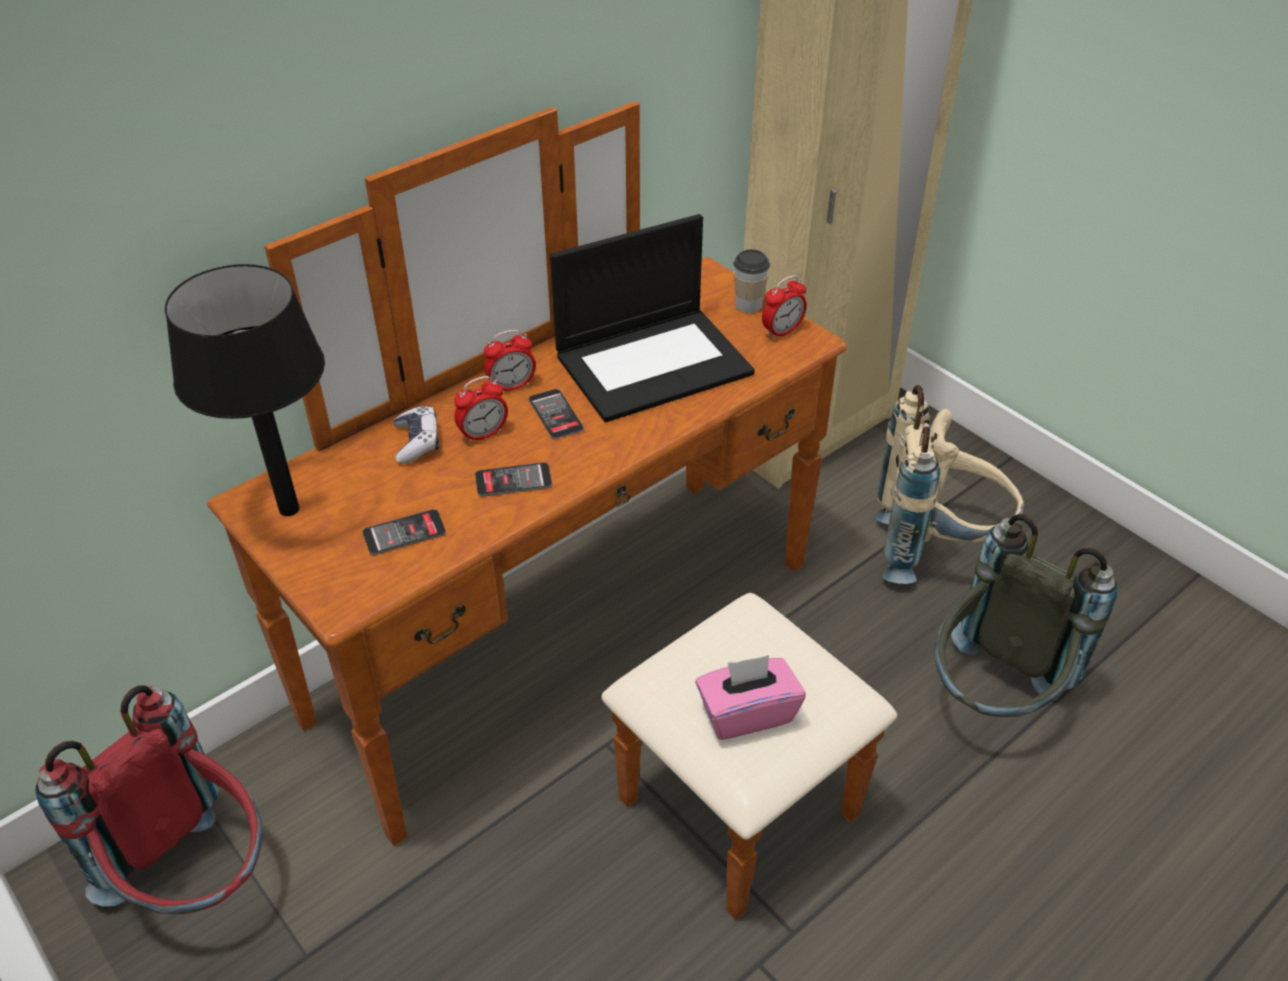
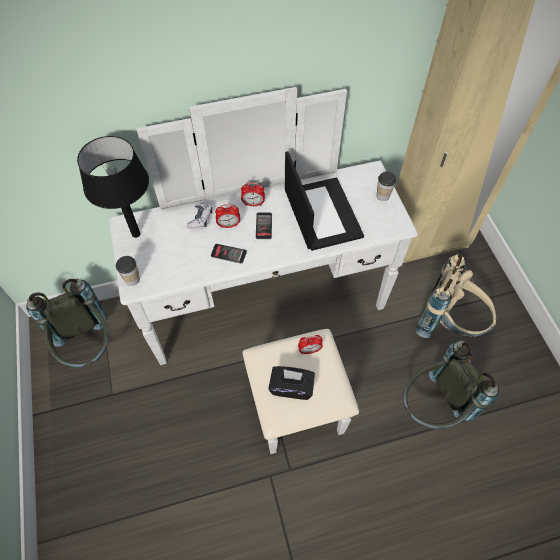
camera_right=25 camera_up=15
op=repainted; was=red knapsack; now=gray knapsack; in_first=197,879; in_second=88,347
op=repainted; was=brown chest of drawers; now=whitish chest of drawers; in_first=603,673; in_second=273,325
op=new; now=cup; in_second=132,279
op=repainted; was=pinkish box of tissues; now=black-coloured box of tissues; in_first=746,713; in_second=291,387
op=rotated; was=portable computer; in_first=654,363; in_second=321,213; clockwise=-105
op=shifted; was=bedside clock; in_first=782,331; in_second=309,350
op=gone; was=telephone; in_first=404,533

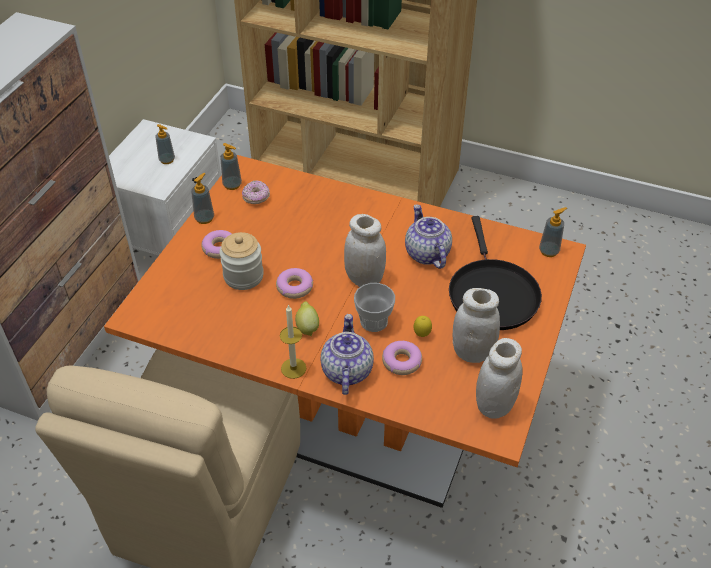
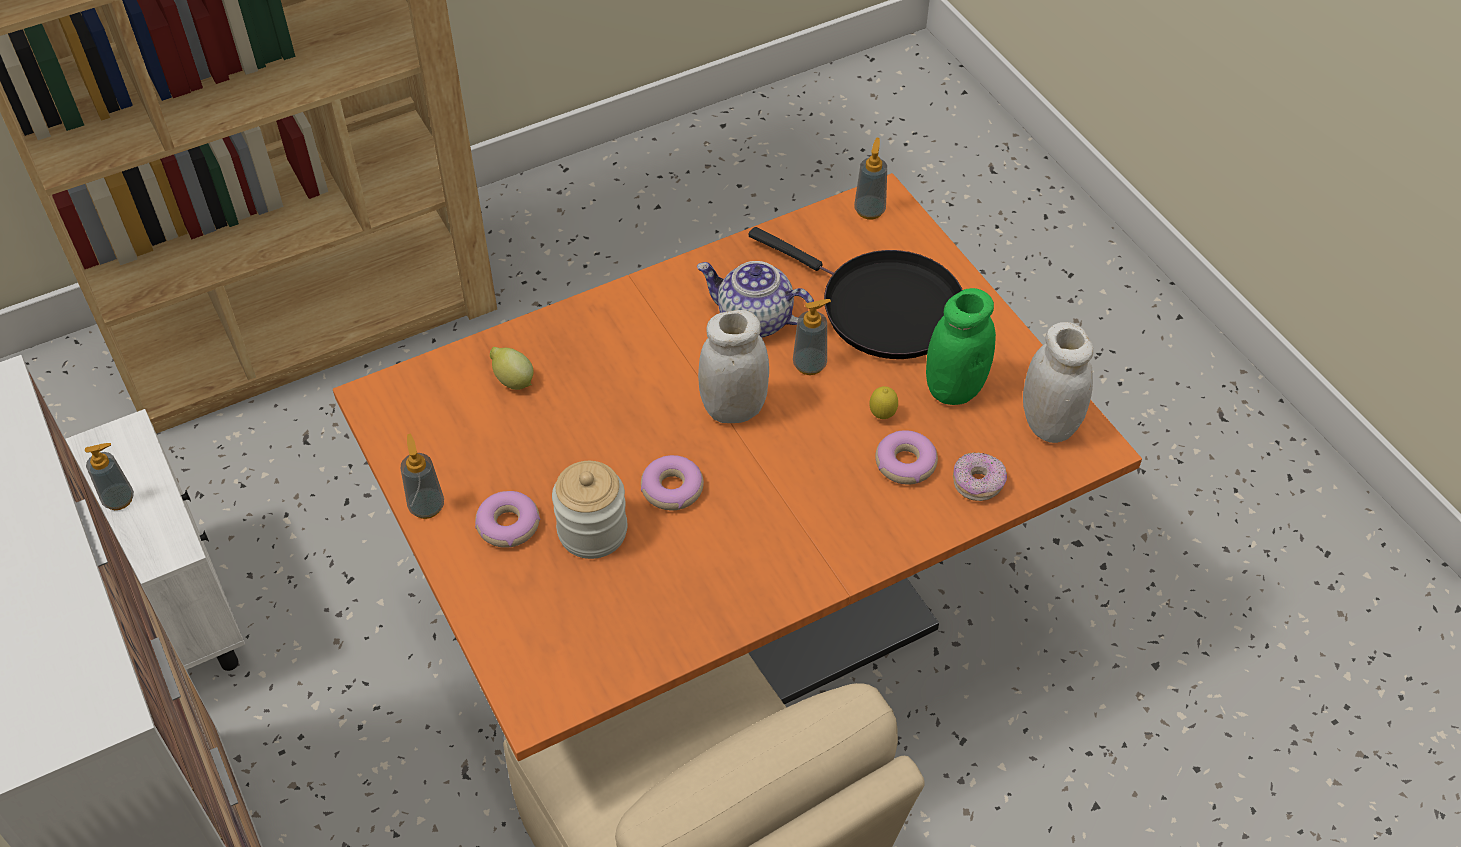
camera_right=-50 camera_up=5
op=shifted; was=whole lemon; in_first=307,327; in_second=512,381
op=shifted; was=liquid soap bottle; in_first=232,185; in_second=809,364
op=repainted; was=whitish jar; now=green-coloured jar; in_first=472,352; in_second=954,388
op=shifted; was=doughnut; in_first=256,198; in_second=977,483
op=gone; was=candle; in_first=293,368
op=gone; was=teapot; in_first=346,370
op=gone; was=cup; in_first=374,321

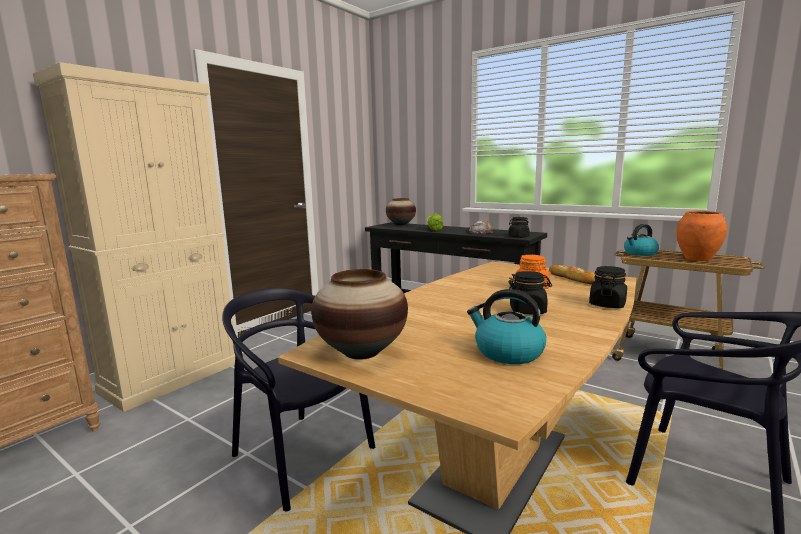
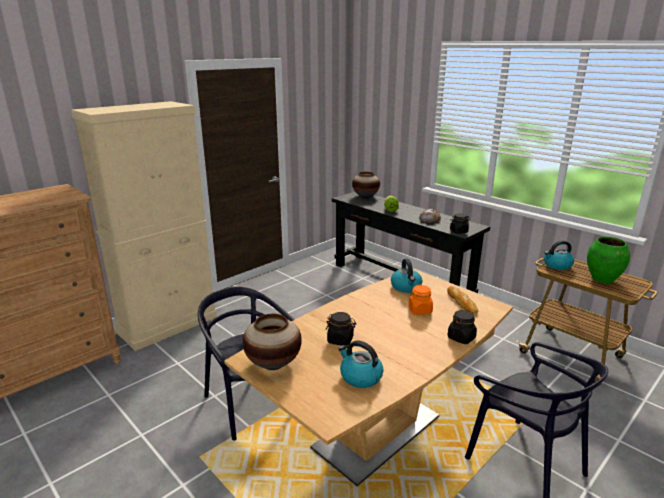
camera_right=10 camera_up=10
op=shifted; was=black-coloured jar; in_first=528,311; in_second=340,340
op=new; now=water kettle; in_second=406,287
op=repainted; was=orangey flower vase; now=green-coloured flower vase; in_first=697,259; in_second=603,280

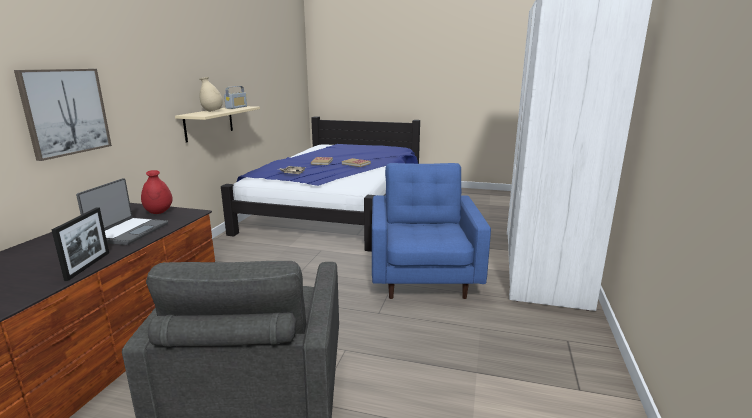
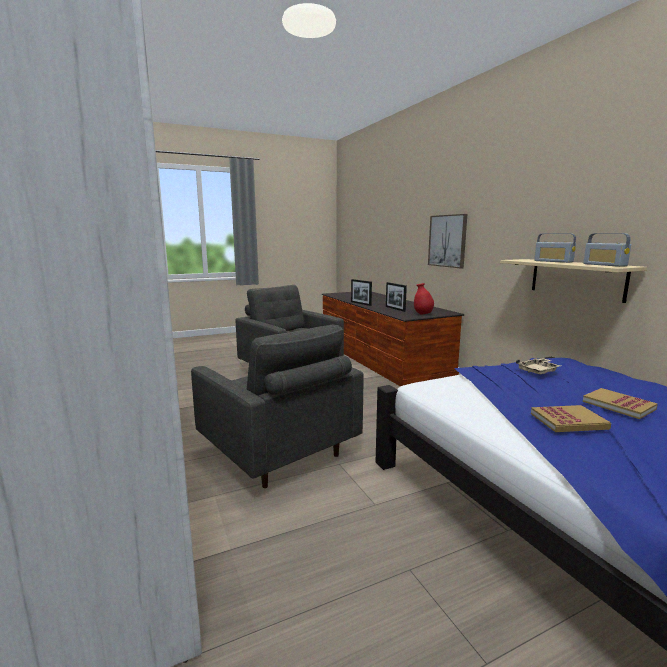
camera_right=140 camera_up=-5
op=repainted; was=bluish armchair; now=gray armchair; in_first=424,277; in_second=278,453
op=swapped; was=portable computer; now=photo frame; in_first=128,232; in_second=395,309
op=swapped; was=beige-coloured flower vase; now=radio; in_first=212,111; in_second=553,261

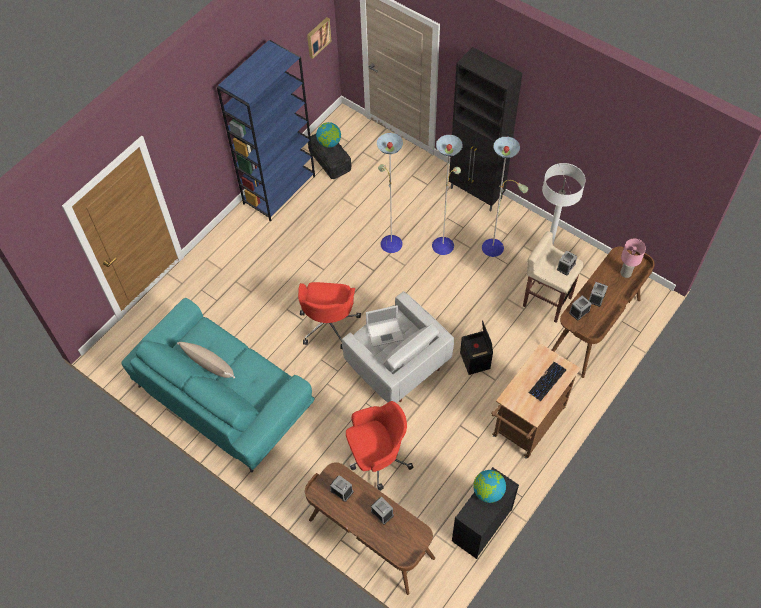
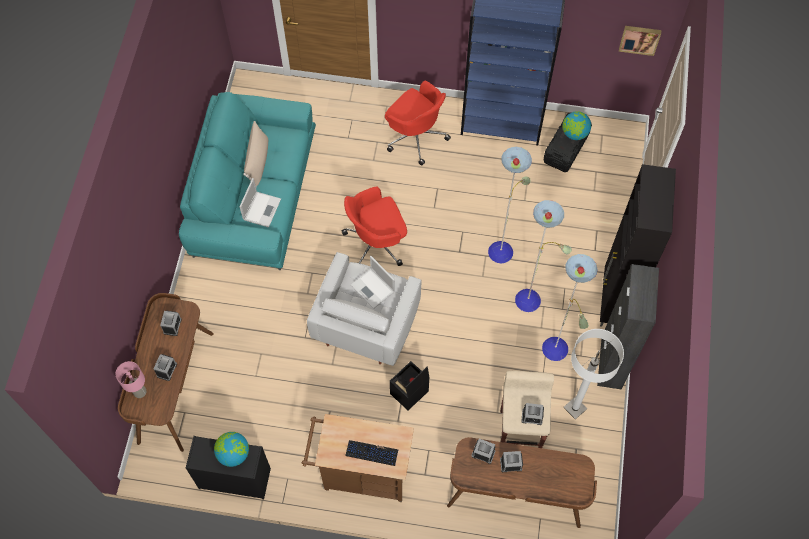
camera_right=60 camera_up=5
op=shifted; was=pinkish table lamp; in_first=626,273; in_second=140,392
op=new; now=portable computer; in_second=262,208
op=shifted; was=red office chair; in_first=377,457; in_second=415,136
op=new; now=black-coloured cupboard; in_second=611,363

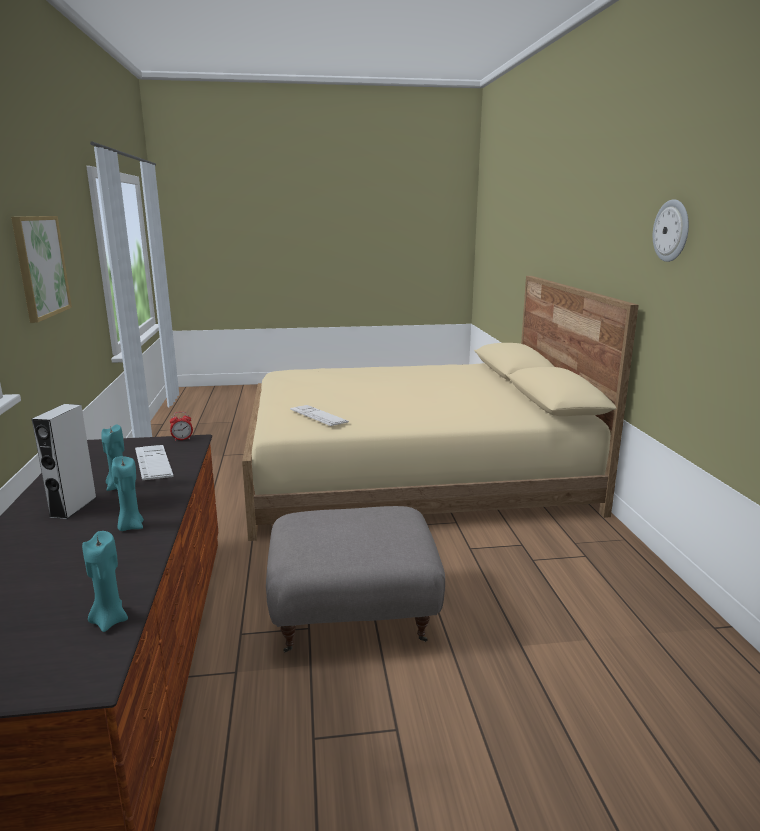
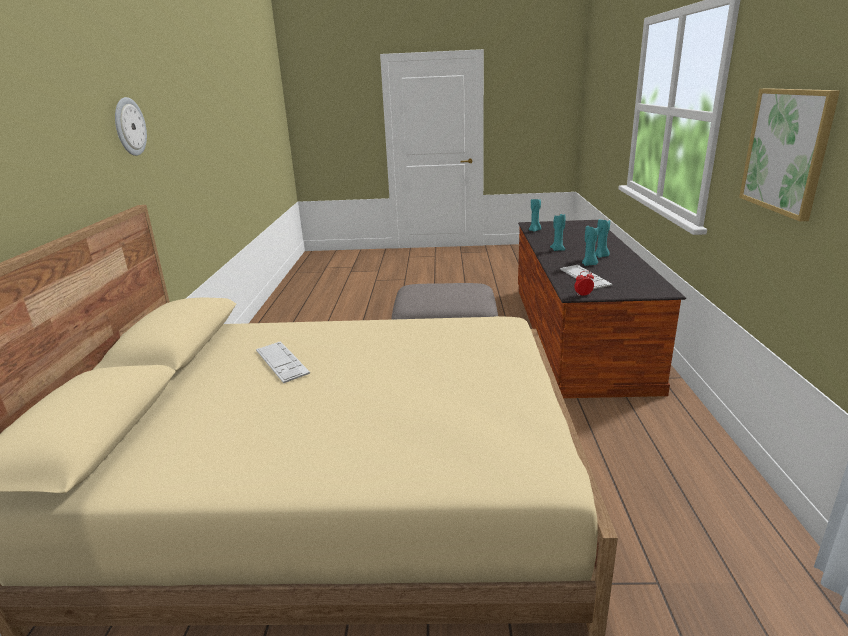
camera_right=-170 camera_up=5
op=shifted; was=computer keyboard; in_first=318,416; in_second=282,362
op=swapped; was=gray speaker; now=turquoise candle; in_first=73,507; in_second=601,256

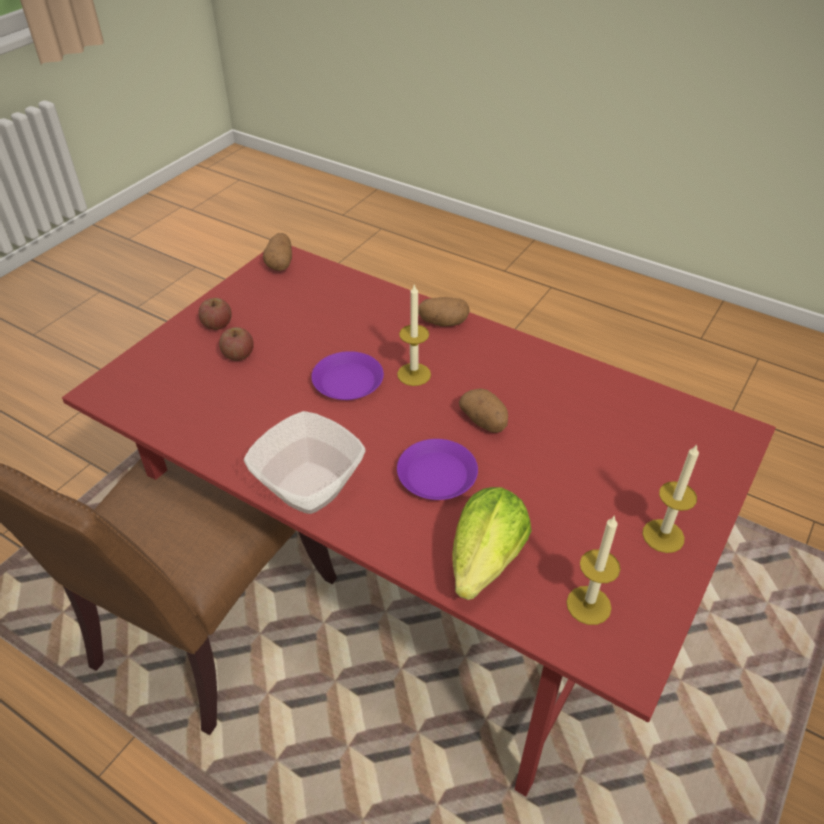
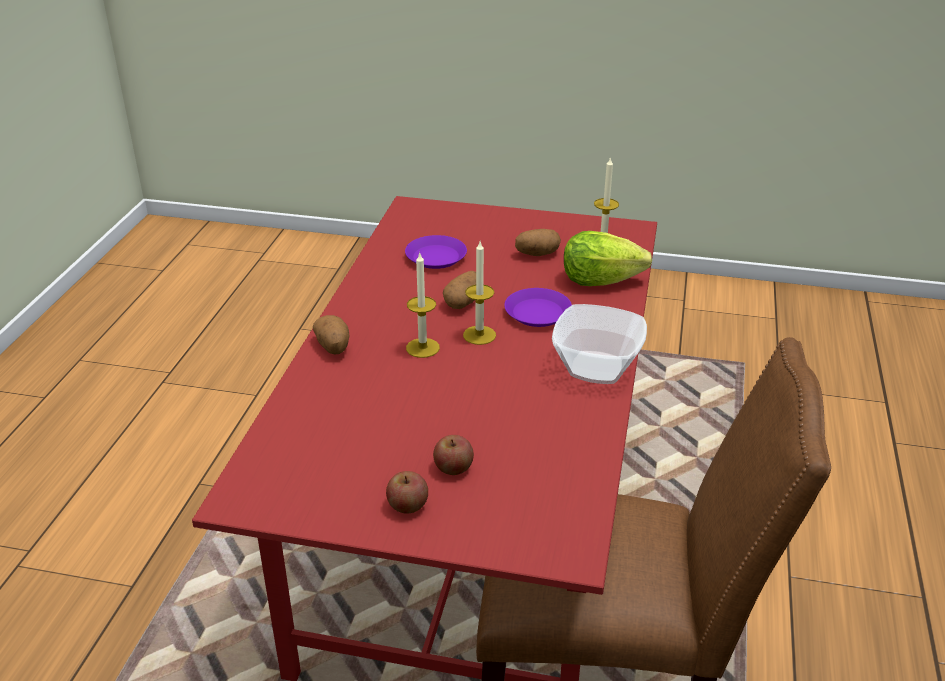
camera_right=-110 camera_up=-10
op=shifted; was=purple-coloured flat dish; in_first=347,381; in_second=436,257
op=shifted; was=candle; in_first=663,536; in_second=479,335
op=shifted; was=whole potato; in_first=280,263; in_second=537,254

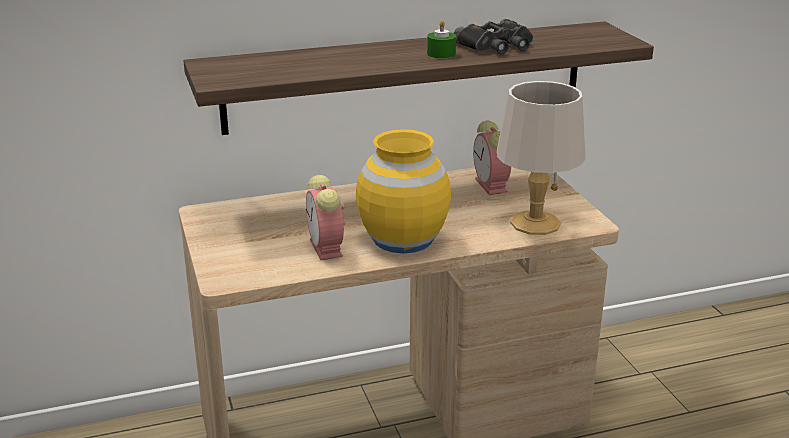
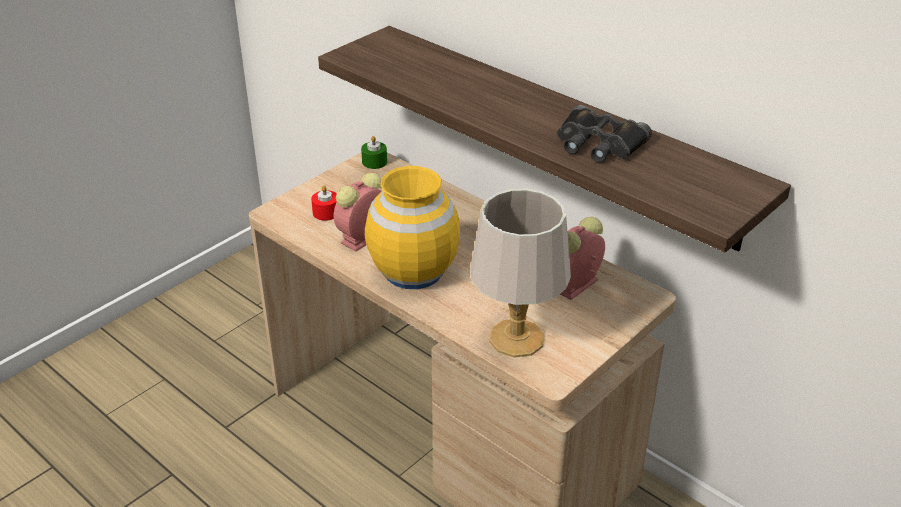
camera_right=60 camera_up=10
op=new; now=red candle; in_second=326,212
op=shifted; was=green-coloured candle; in_first=441,54; in_second=374,162

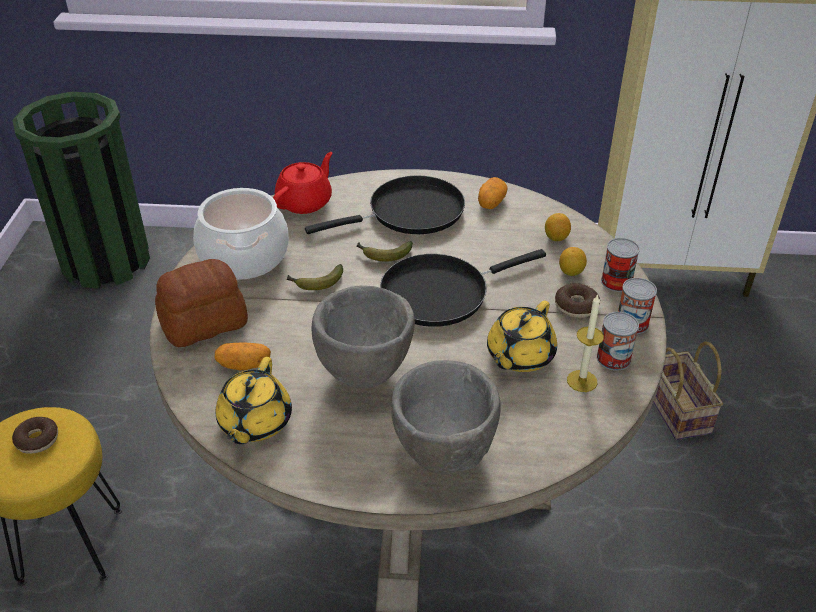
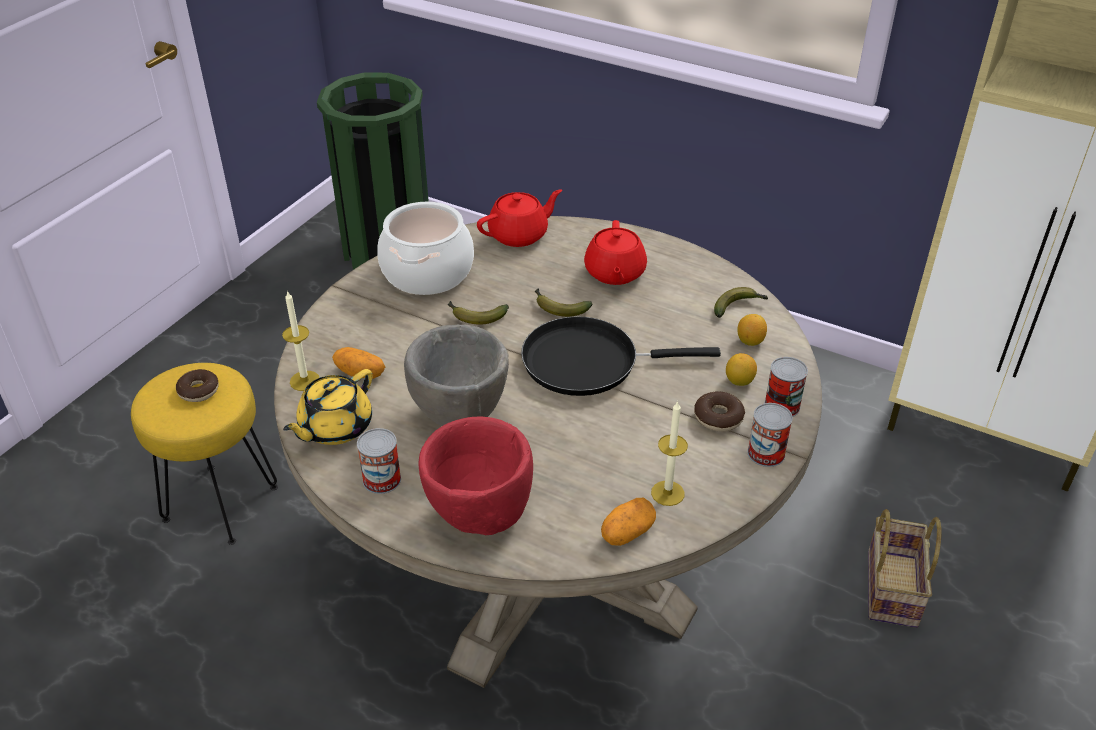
camera_right=25 camera_up=0
op=new; now=candle; in_second=305,381
op=shifted; was=can; in_first=613,358; in_second=382,479
op=repainted; was=gray deep dish; now=red deep dish; in_first=444,457; in_second=479,518
op=swapped; was=black-coloured pan; now=red teapot; in_first=409,213; in_second=614,273
op=shifted; was=whole potato; in_first=491,202; in_second=627,532
op=new; now=banana fruit; in_second=738,307
op=gone; was=baked bread; in_first=205,323
op=gone; was=yellow-coloured teapot; in_first=519,356

